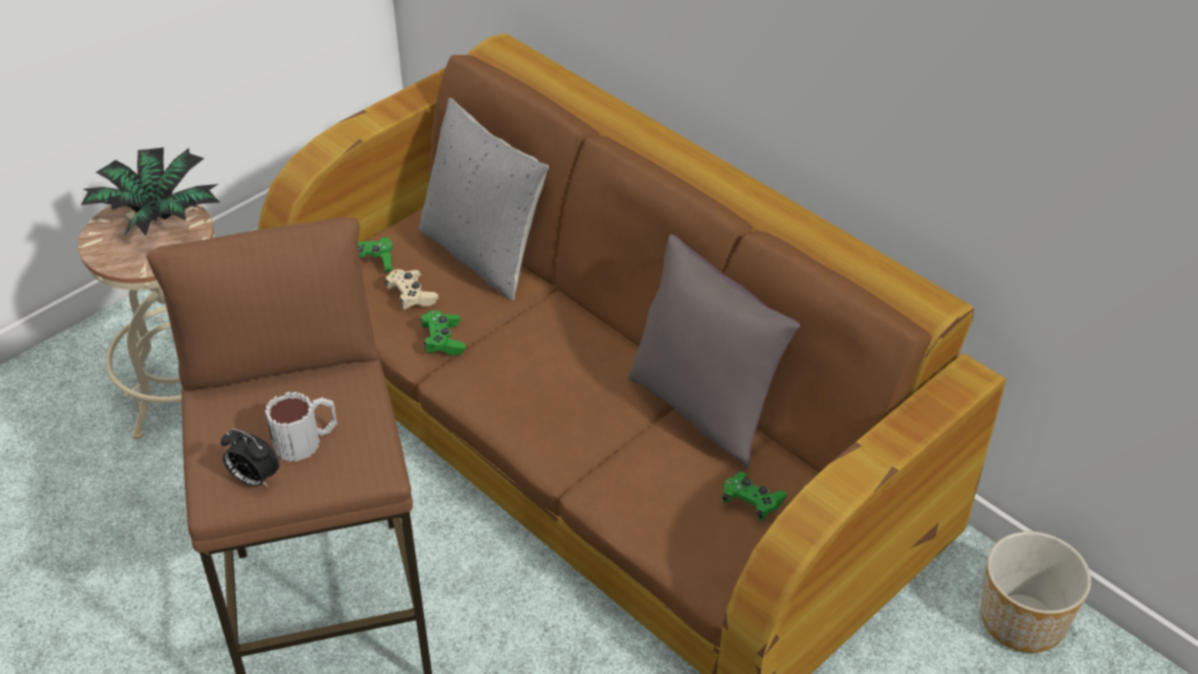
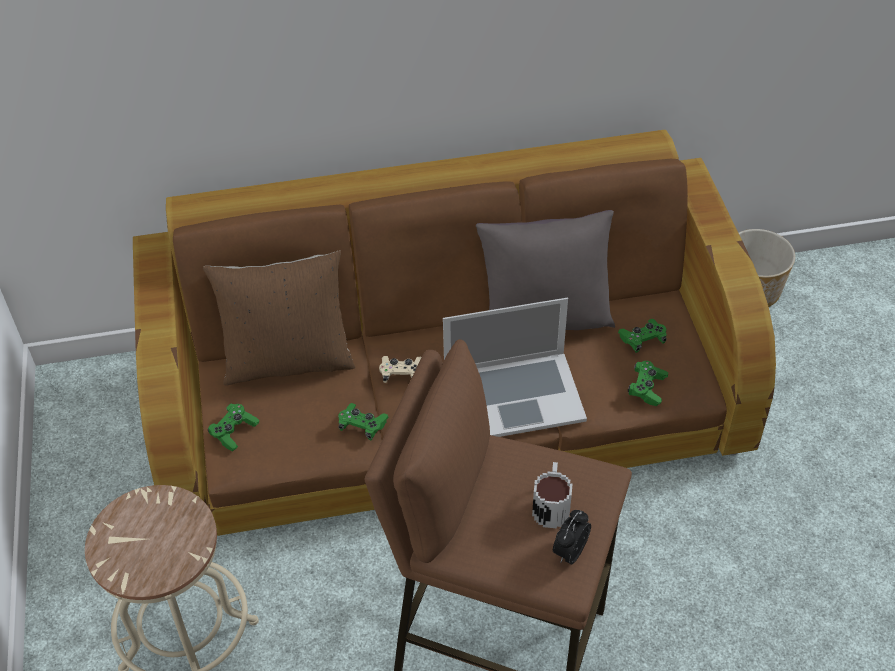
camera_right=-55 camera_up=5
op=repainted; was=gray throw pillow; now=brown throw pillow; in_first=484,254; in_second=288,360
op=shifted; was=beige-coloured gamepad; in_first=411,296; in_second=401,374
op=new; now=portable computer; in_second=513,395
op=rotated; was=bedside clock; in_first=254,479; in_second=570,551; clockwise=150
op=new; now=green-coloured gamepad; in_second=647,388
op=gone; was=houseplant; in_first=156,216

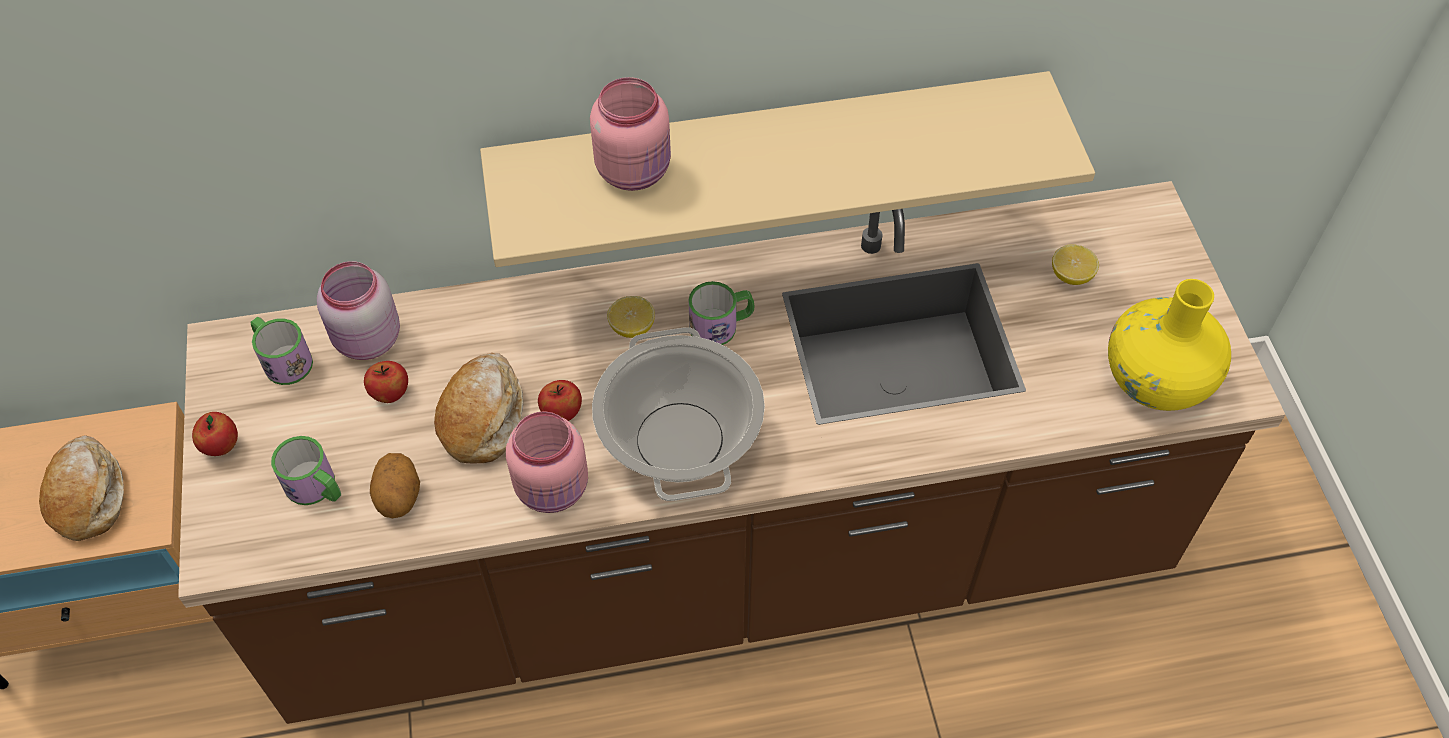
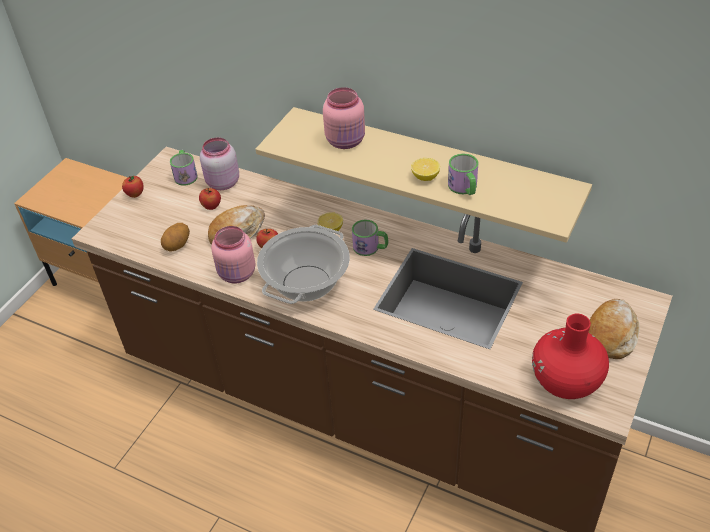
camera_right=40 camera_up=-10
op=shifted; was=whole lemon; in_first=1071,276; in_second=425,177
op=shifted; was=mug; in_first=317,488; in_second=464,188
op=repainted; was=yellow-coloured flower vase; now=red flower vase; in_first=1155,381; in_second=565,381
op=shifted; was=baked bread; in_first=87,495; in_second=612,334

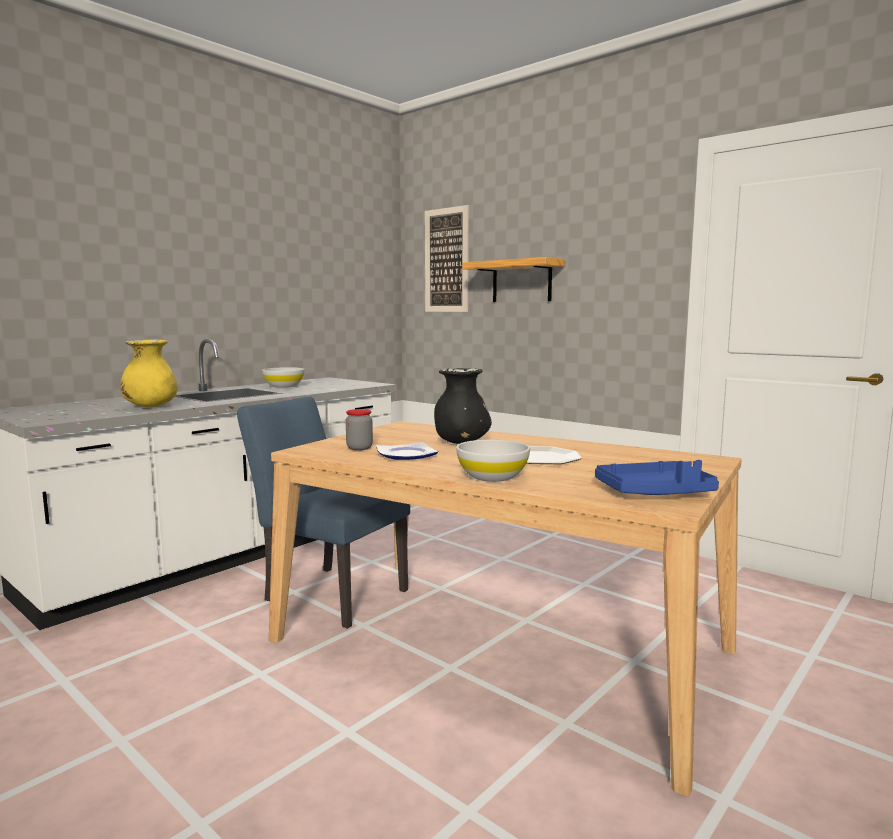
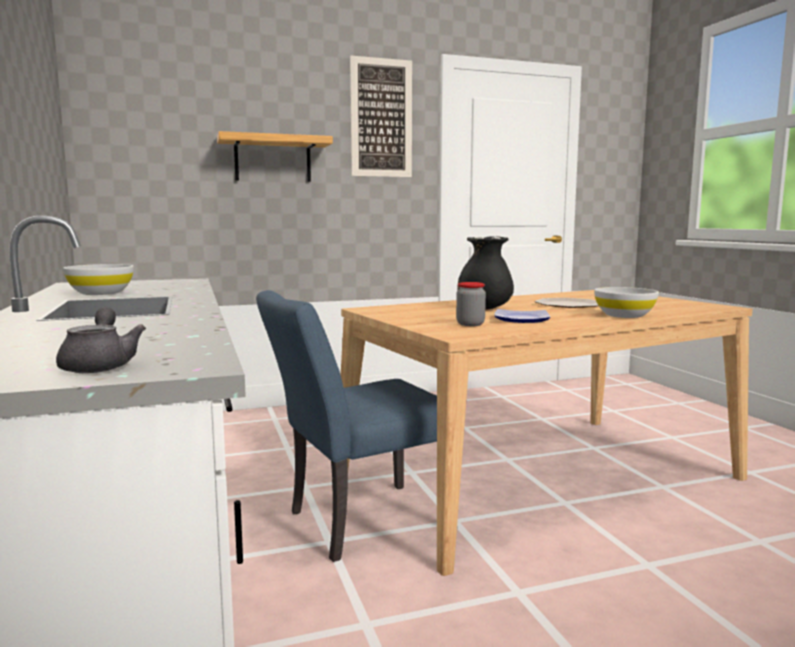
camera_right=-60 camera_up=0
op=new; now=gray teapot; in_second=100,365
op=shifted; was=wall picture; in_first=446,260; in_second=381,118
op=gone; was=yellow-coloured flower vase; in_first=150,406
op=gone; was=bluish tray; in_first=654,493

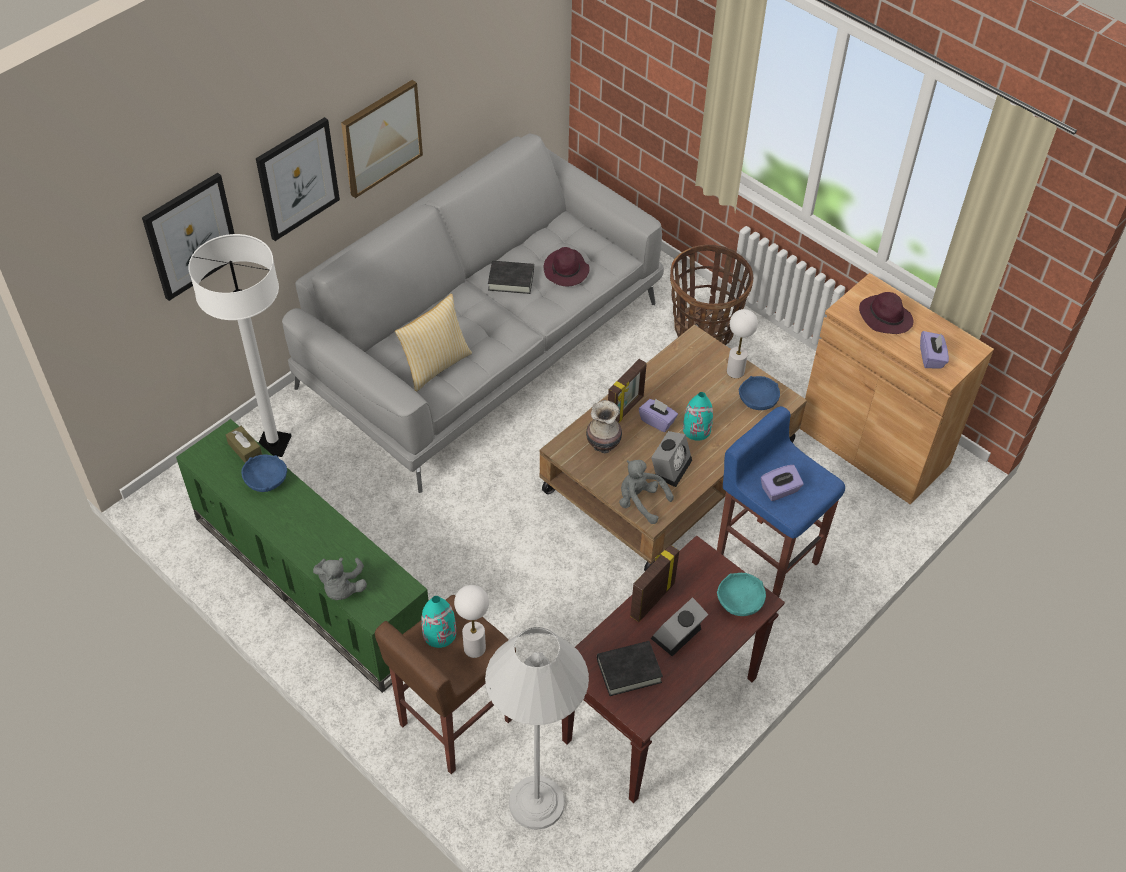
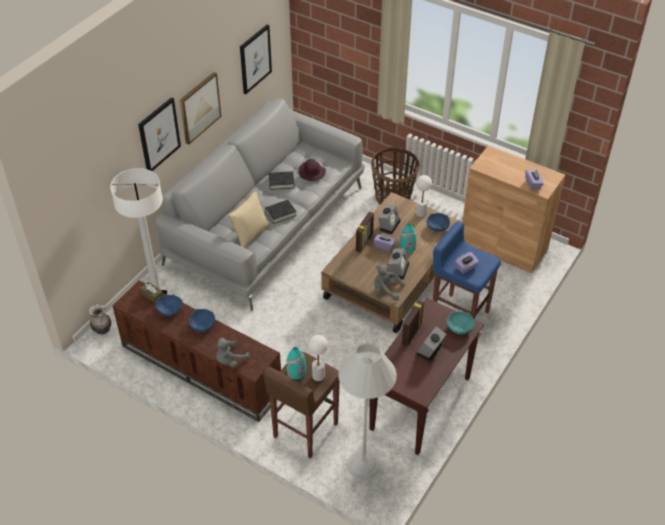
camera_right=-10 camera_up=-5
op=shifted; was=flower vase; in_first=604,445; in_second=102,330
op=repainted; was=green-coloured media console; now=brown media console; in_first=309,582; in_second=199,369
op=new; now=bluish deep dish; in_second=202,325
op=rotated; was=gray plush toy; in_first=341,588; in_second=230,360; clockwise=60
op=shifted; was=wall picture; in_first=191,236; in_second=255,59
op=shifted; was=black-coloured book; in_first=629,670; in_second=280,213
op=new; now=bedside clock; in_second=389,224
op=gone; was=purple-coloured clothing hat; in_first=884,317

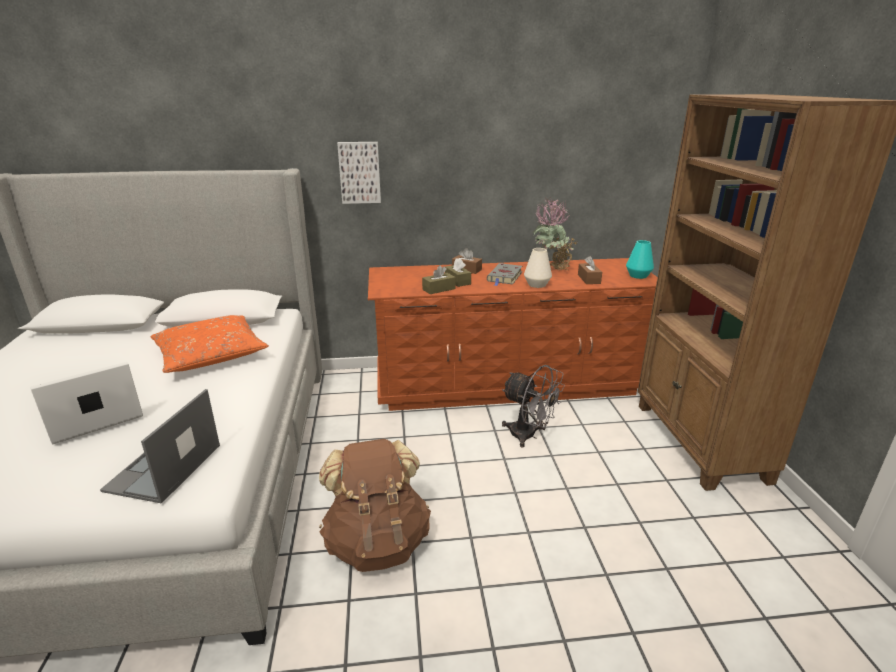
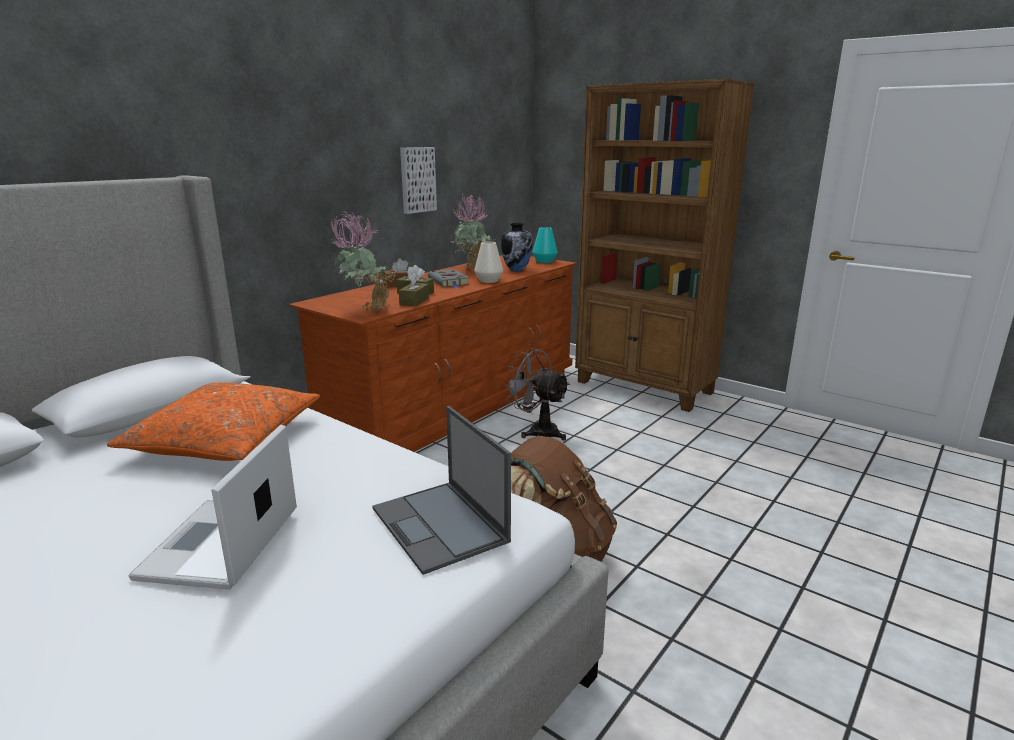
camera_right=-45 camera_up=-5
op=new; now=houseplant; in_second=366,311
op=shifted; was=wall picture; in_first=359,172; in_second=416,179
op=swapped; was=brown box of tissues; now=flower vase; in_first=589,279; in_second=517,270
op=rotated; was=gray fan; in_first=529,436; in_second=537,431; clockwise=-135

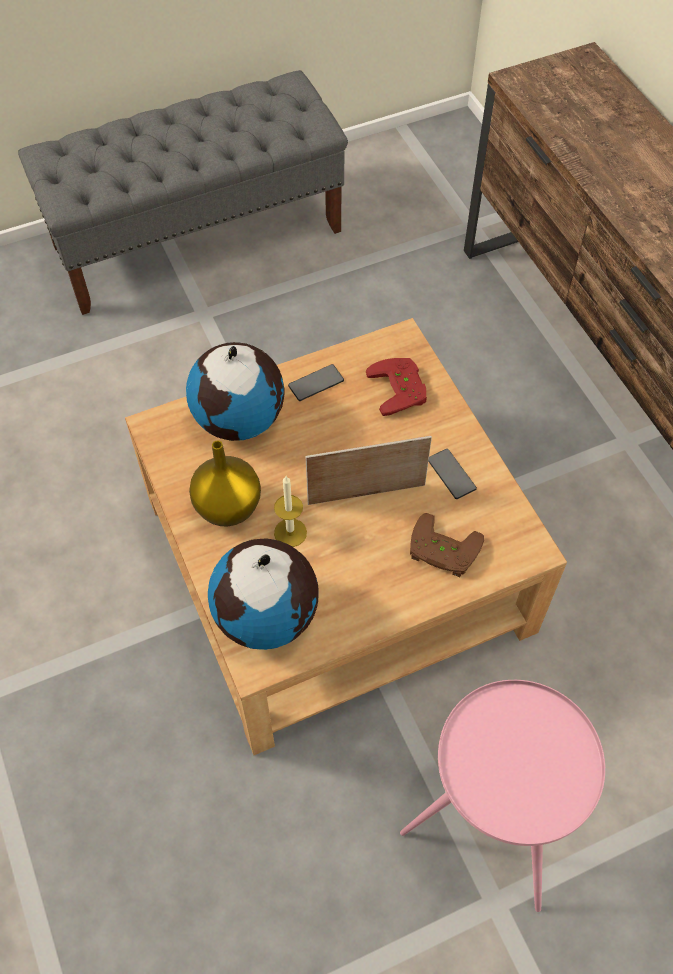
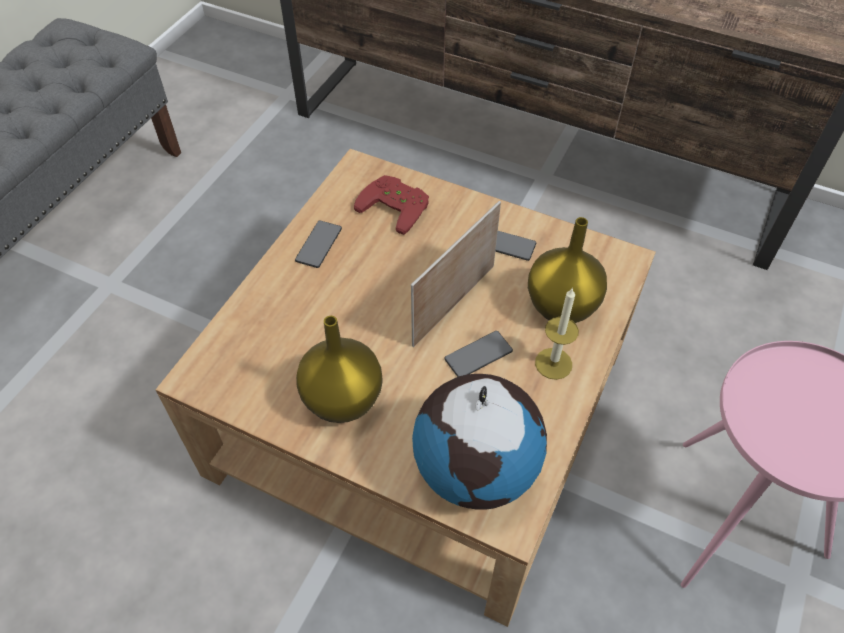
camera_right=-40 camera_up=-5
op=new; now=telephone; in_second=478,355
op=swapped; was=brown gamepad; now=yellow-coloured flower vase; in_first=441,551; in_second=560,308
op=shifted; was=candle; in_first=290,532; in_second=553,363
op=gone; was=desk globe; in_first=240,419

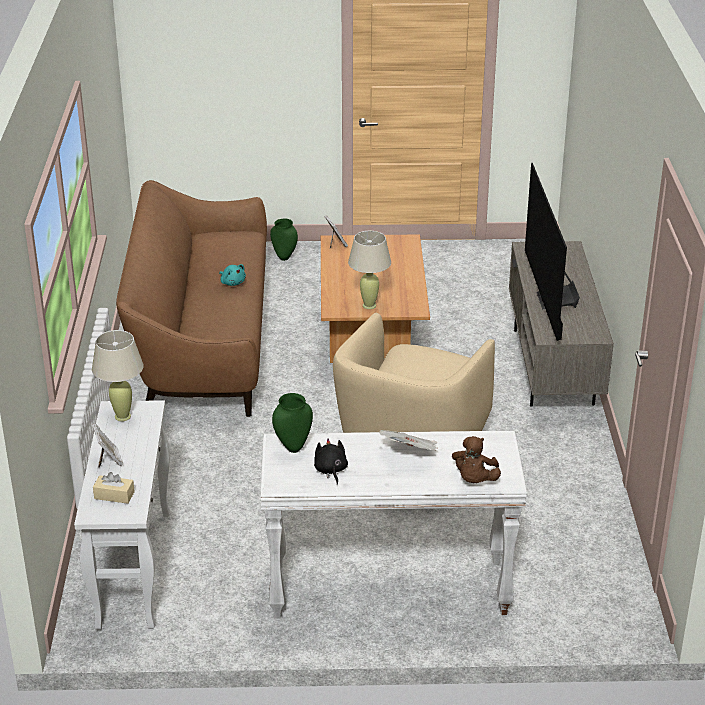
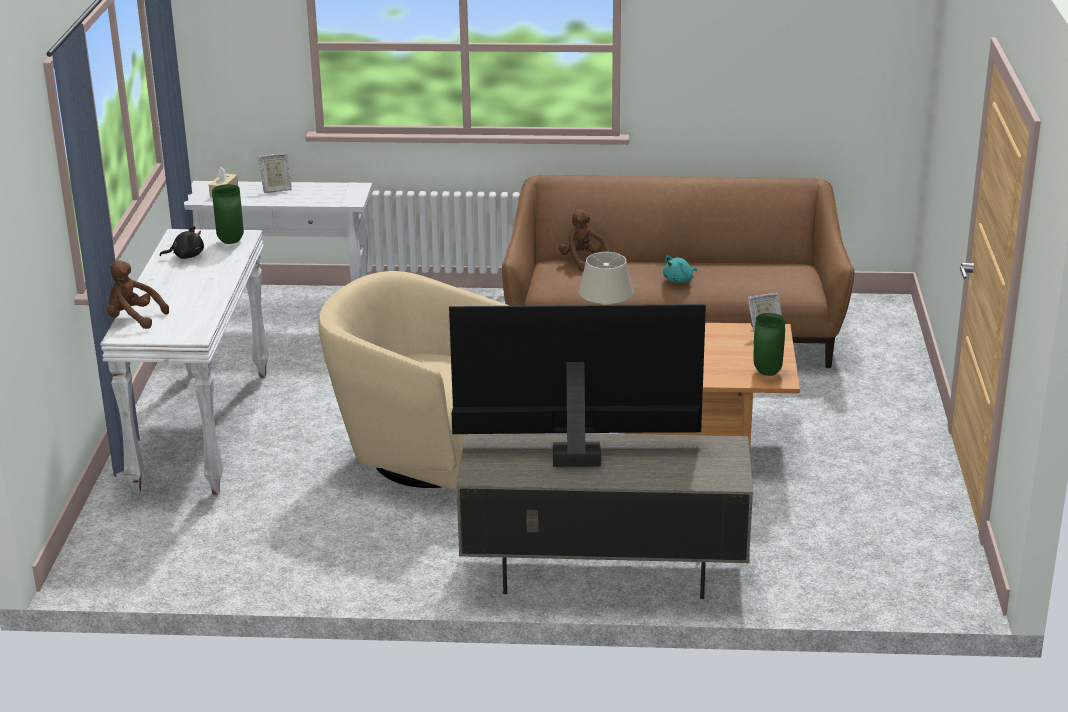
camera_right=95 camera_up=-5
op=new; now=brown plush toy; in_second=583,261
op=shifted; was=green-coloured flower vase; in_first=284,258; in_second=766,372
op=gone; was=beige-coloured table lamp; in_first=122,416
op=gone; was=daily paper; in_first=411,453

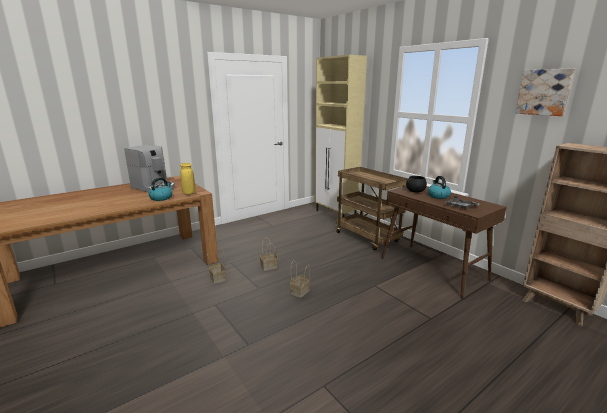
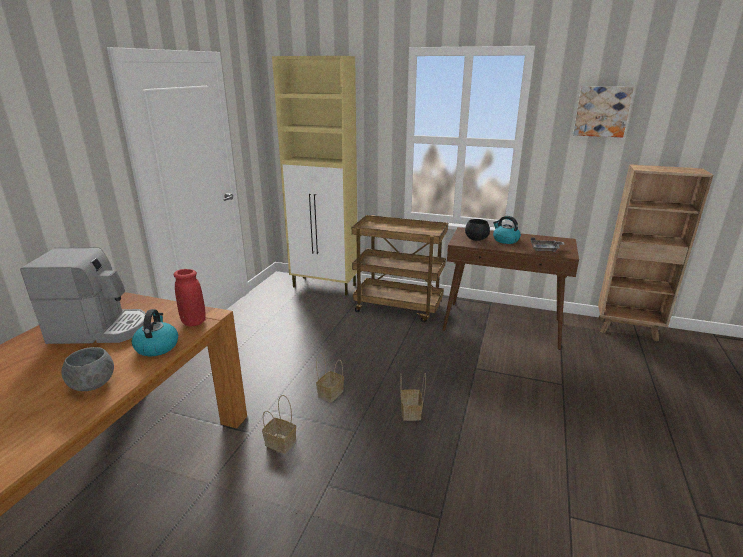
camera_right=-35 camera_up=5
op=new; now=gray deep dish; in_second=92,385
op=repainted; was=yellow-coloured flower vase; now=red flower vase; in_first=189,193; in_second=193,322

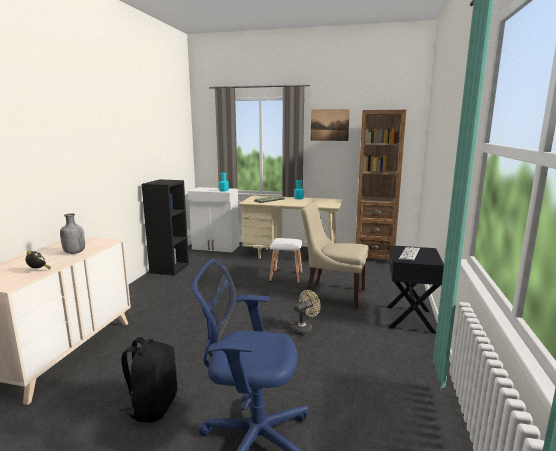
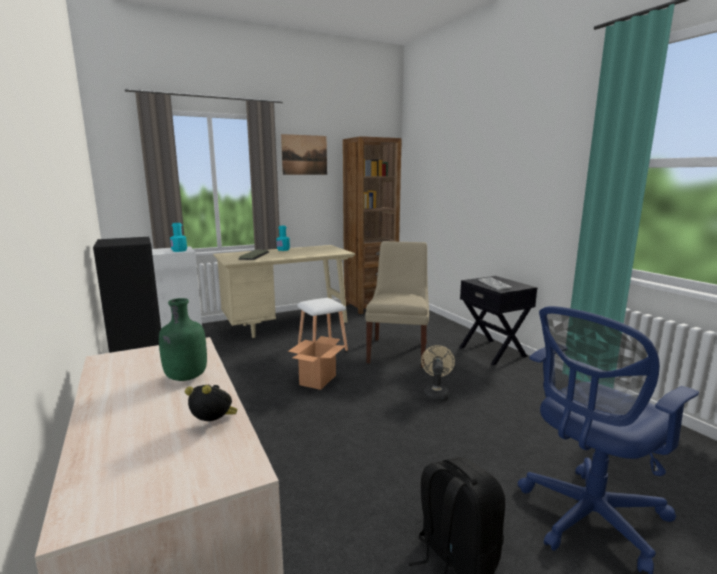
camera_right=-40 camera_up=0
op=repainted; was=gray drink bottle; now=green-coloured drink bottle; in_first=74,252; in_second=185,377
op=new; now=cardboard box; in_second=318,380
op=rotated; was=beige-coloured upright chair; in_first=333,294; in_second=398,351; clockwise=120

